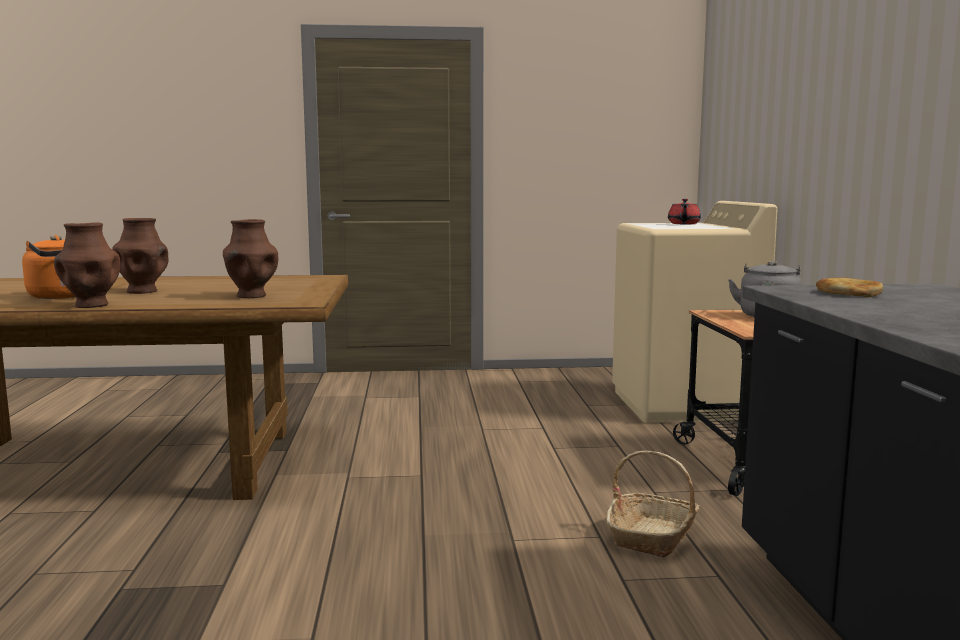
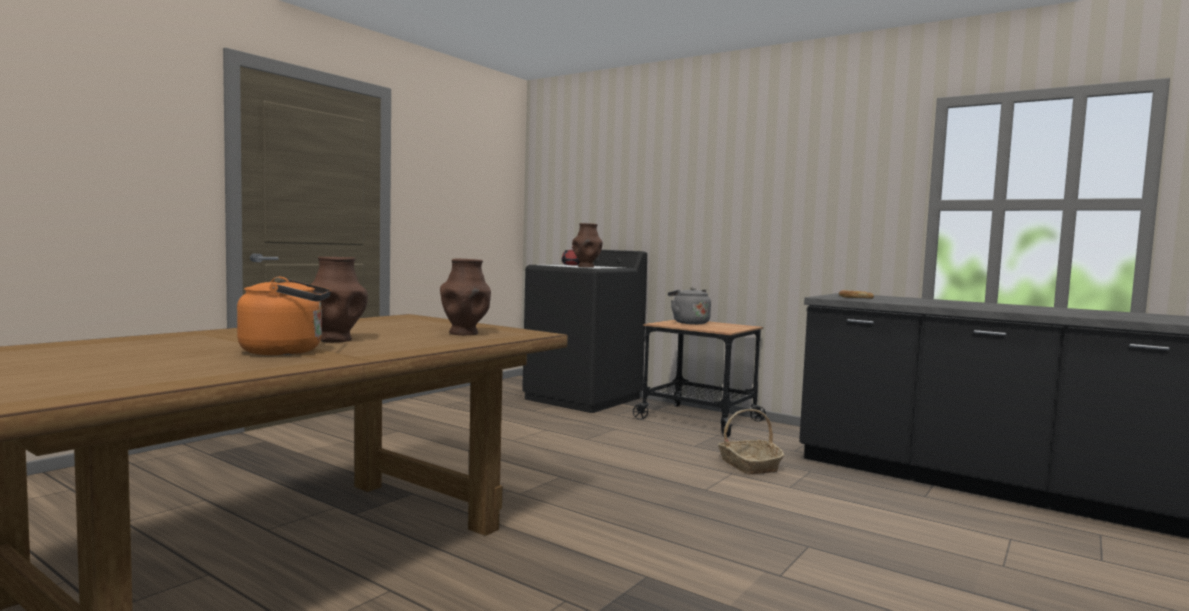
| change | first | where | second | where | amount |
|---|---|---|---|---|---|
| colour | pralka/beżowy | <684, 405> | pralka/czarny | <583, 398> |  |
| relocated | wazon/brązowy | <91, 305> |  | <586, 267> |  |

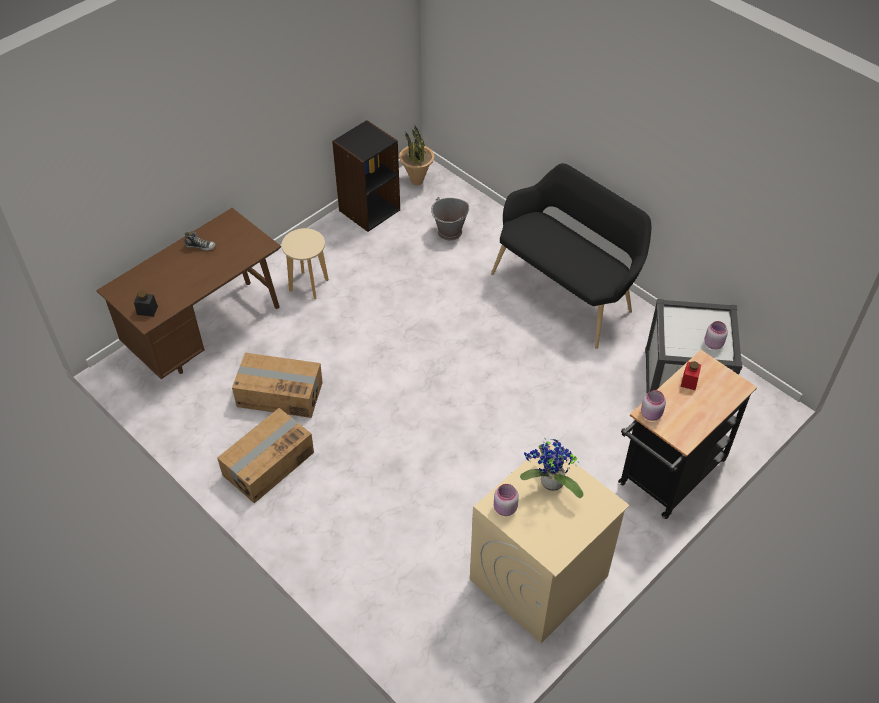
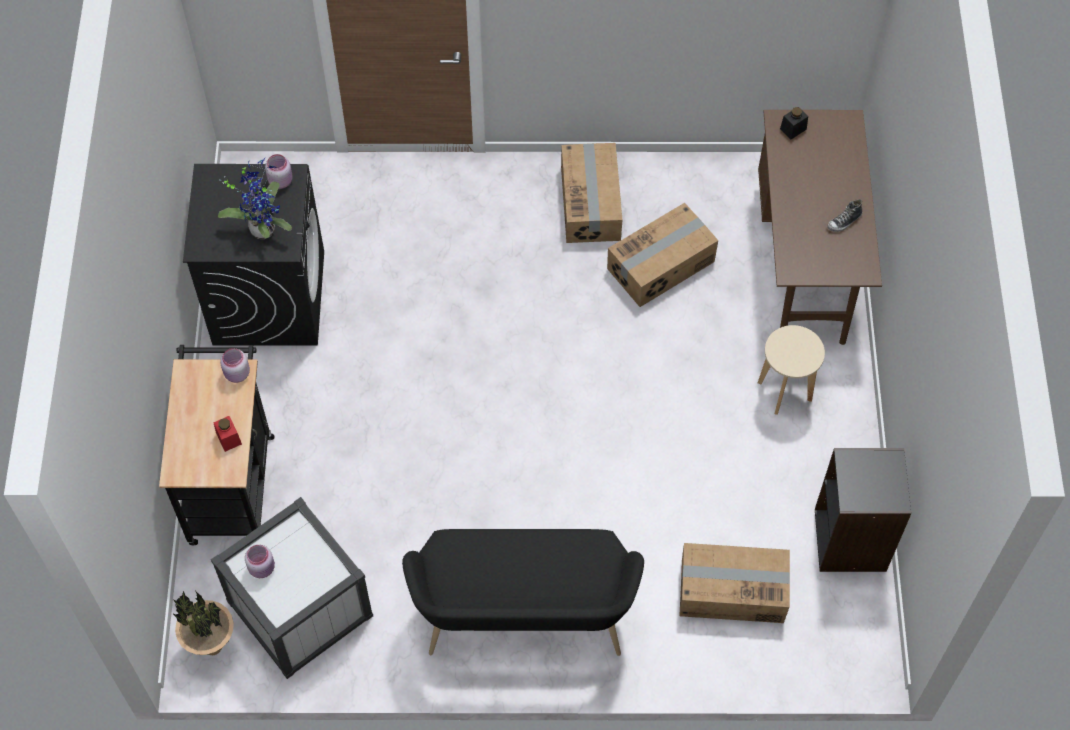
| change | first | where | second | where | amount |
|---|---|---|---|---|---|
| relocated | roślina doniczkowa | <417, 181> |  | <212, 646> |  |
| exchanged | wiadro/szary | <450, 232> | karton | <731, 590> |  |
| colour | pralka/beżowy | <538, 579> | pralka/czarny | <268, 297> |  |

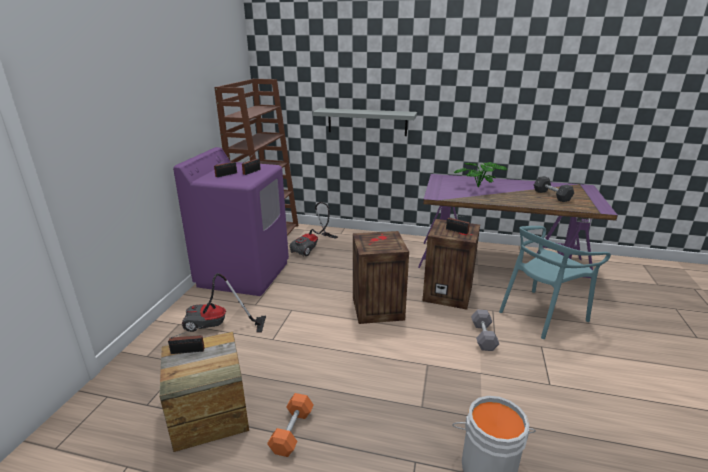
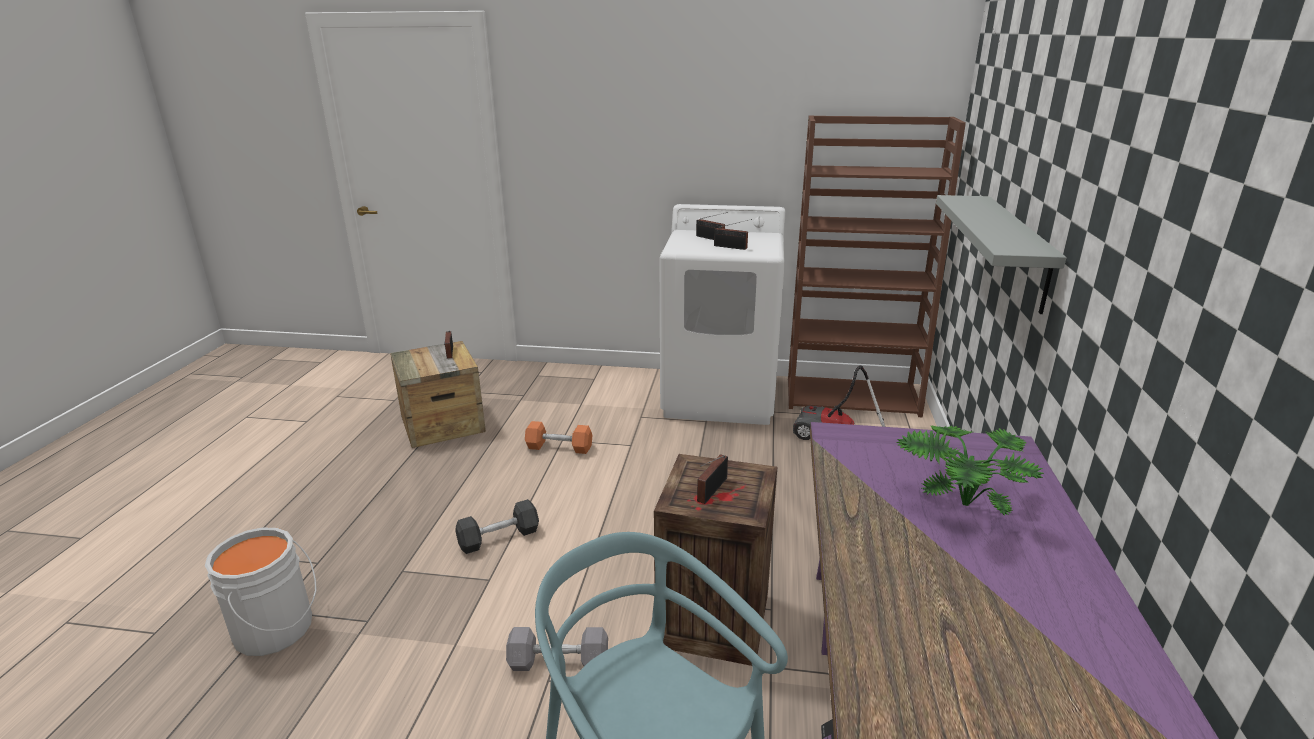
| change | first | where | second | where | amount |
|---|---|---|---|---|---|
| colour | pralka/fioletowy | <244, 274> | pralka/biały | <720, 396> |  |
| relocated | hantel/szary | <551, 195> |  | <499, 538> |  |
| missing | skrzynka | <376, 308> |  |  |  |
| missing | odkurzacz | <217, 326> |  |  |  |
| relocated | hantel/pomarańczowy | <292, 431> |  | <559, 447> |  |

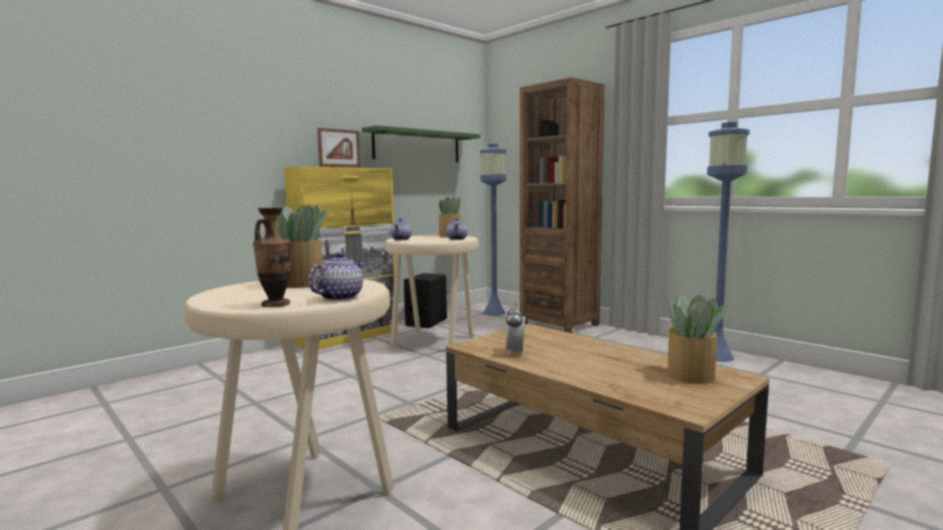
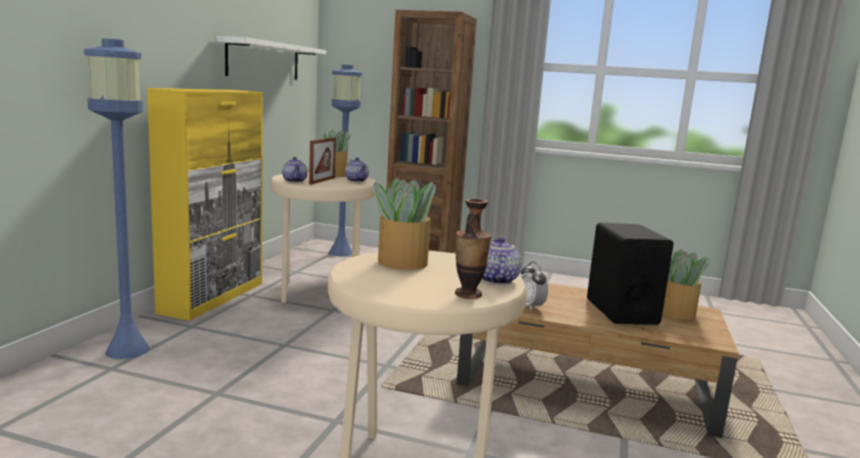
| change | first | where | second | where | amount |
|---|---|---|---|---|---|
| relocated | lampa stojąca/niebieski | <717, 357> |  | <128, 350> |  |
| colour | półka/zielony | <417, 146> | półka/biały | <264, 60> |  |
| relocated | ramka na zdjęcie | <340, 167> |  | <322, 181> |  |
| relocated | głośnik/czarny | <426, 322> |  | <621, 311> |  |

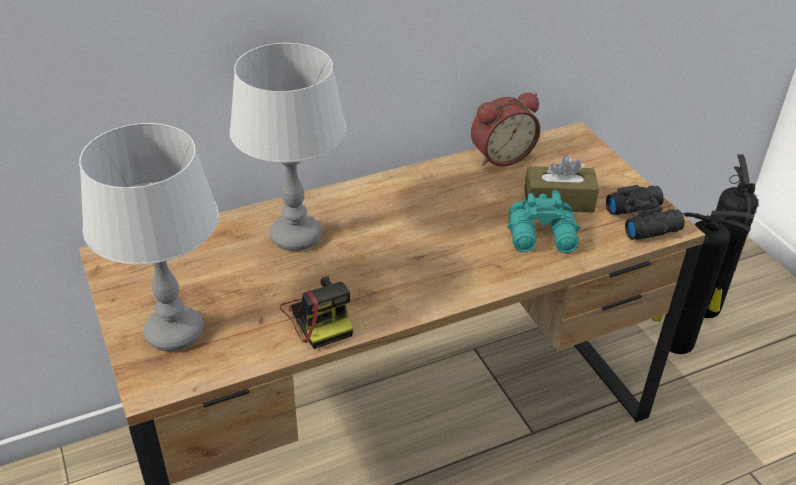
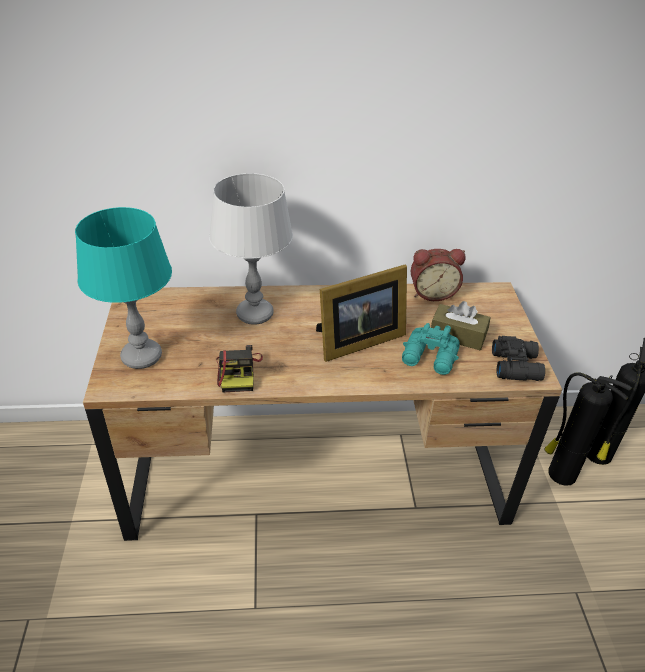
| change | first | where | second | where | amount |
|---|---|---|---|---|---|
| colour | lampa stołowa/szary | <175, 332> | lampa stołowa/turkusowy | <142, 357> |  |
| appeared |  |  | ramka na zdjęcie | <356, 341> |  |

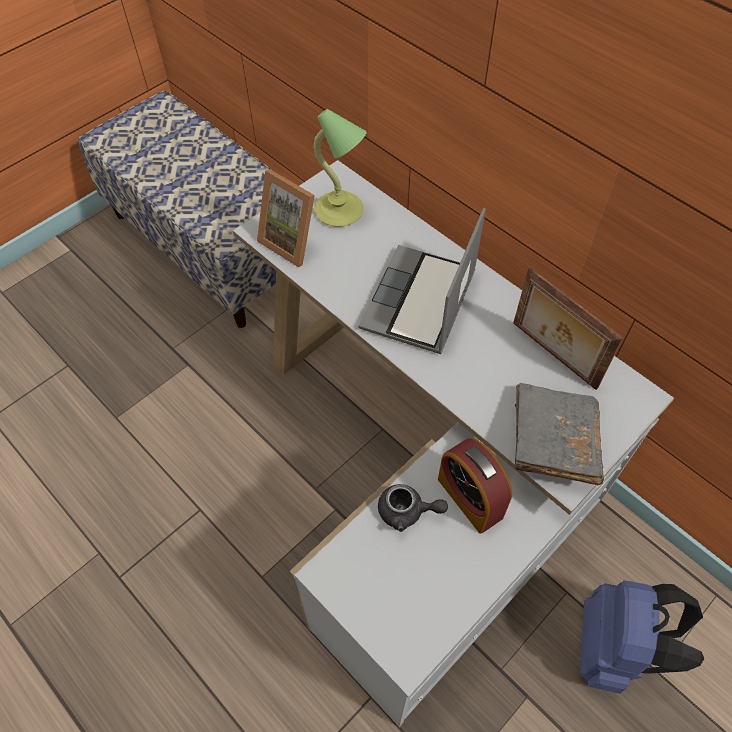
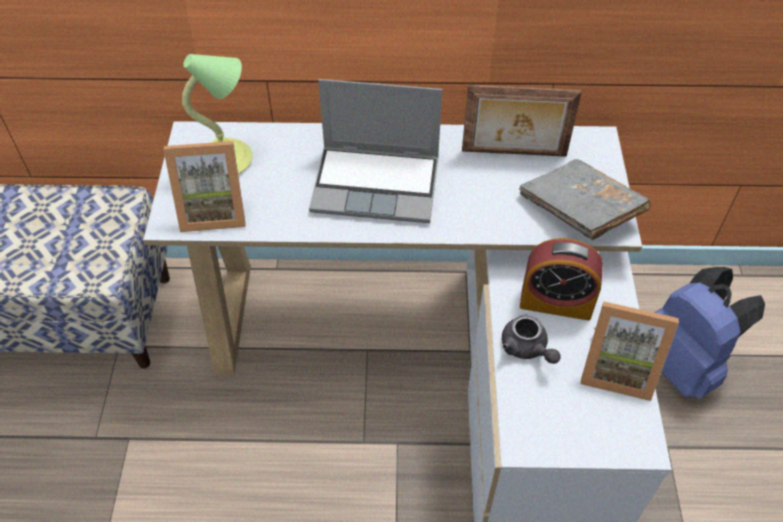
| change | first | where | second | where | amount |
|---|---|---|---|---|---|
| spun | laptop | <420, 302> |  | <377, 184> | 60 degrees counterclockwise |
| spun | imbryk/szary | <407, 512> |  | <527, 348> | 90 degrees clockwise |
| appeared |  |  | ramka na zdjęcie | <617, 368> |  |

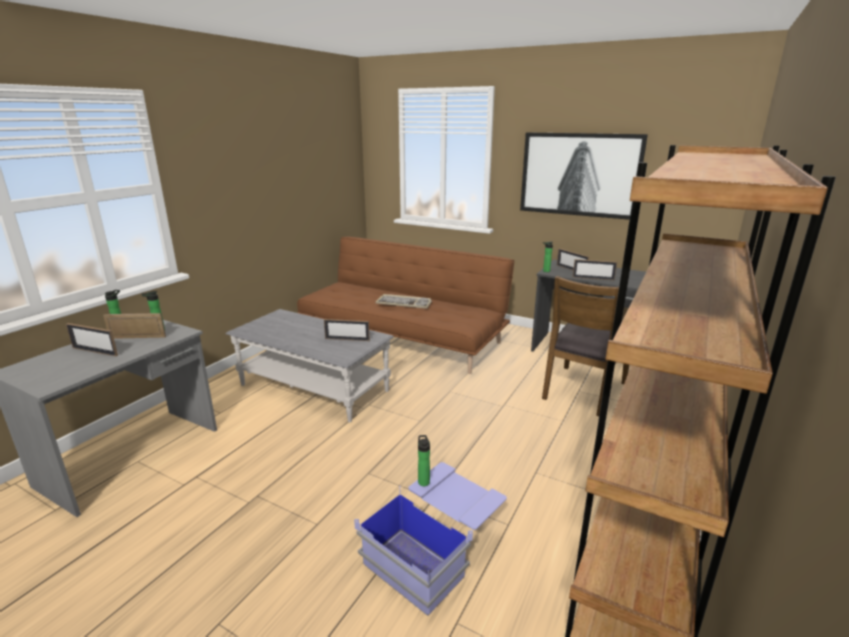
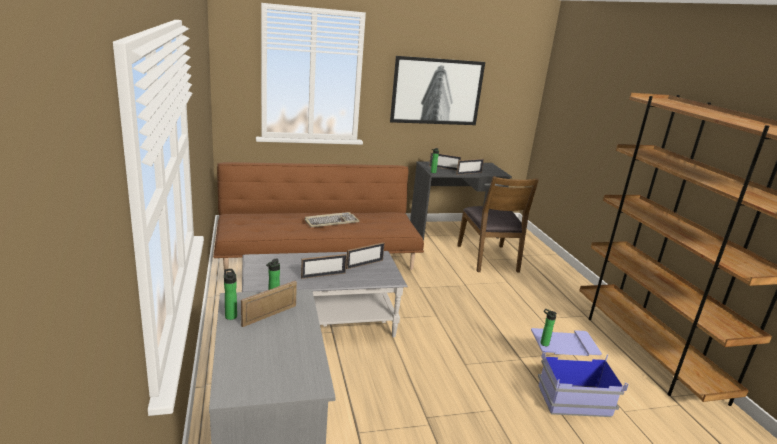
| change | first | where | second | where | amount |
|---|---|---|---|---|---|
| relocated | ramka na zdjęcie | <95, 351> |  | <323, 275> |  |

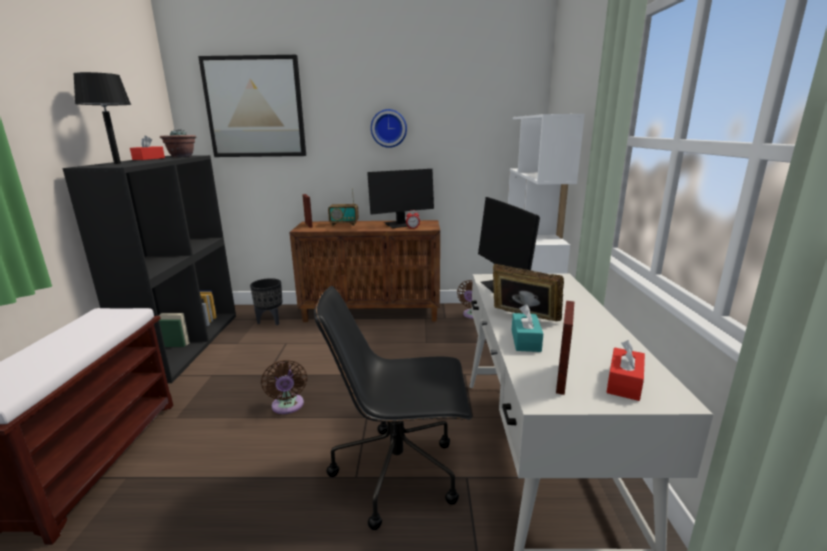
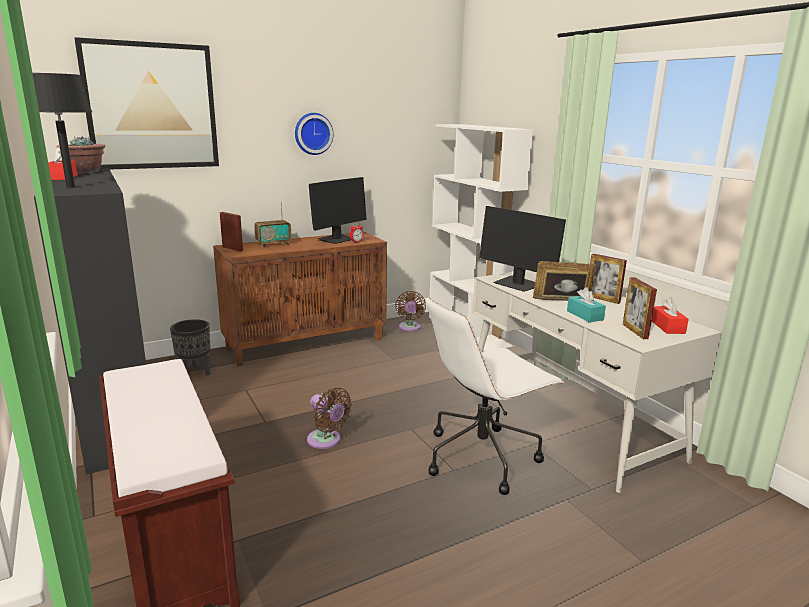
| change | first | where | second | where | amount |
|---|---|---|---|---|---|
| colour | krzesło biurowe/czarny | <399, 472> | krzesło biurowe/biały | <482, 456> |  |
| appeared |  |  | ramka na zdjęcie | <602, 299> |  |

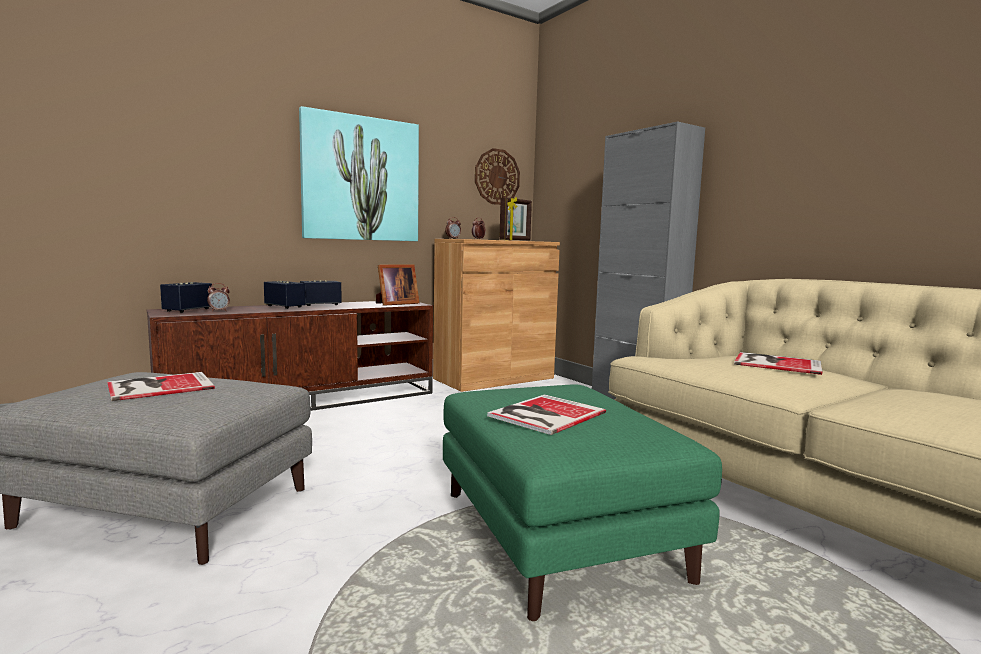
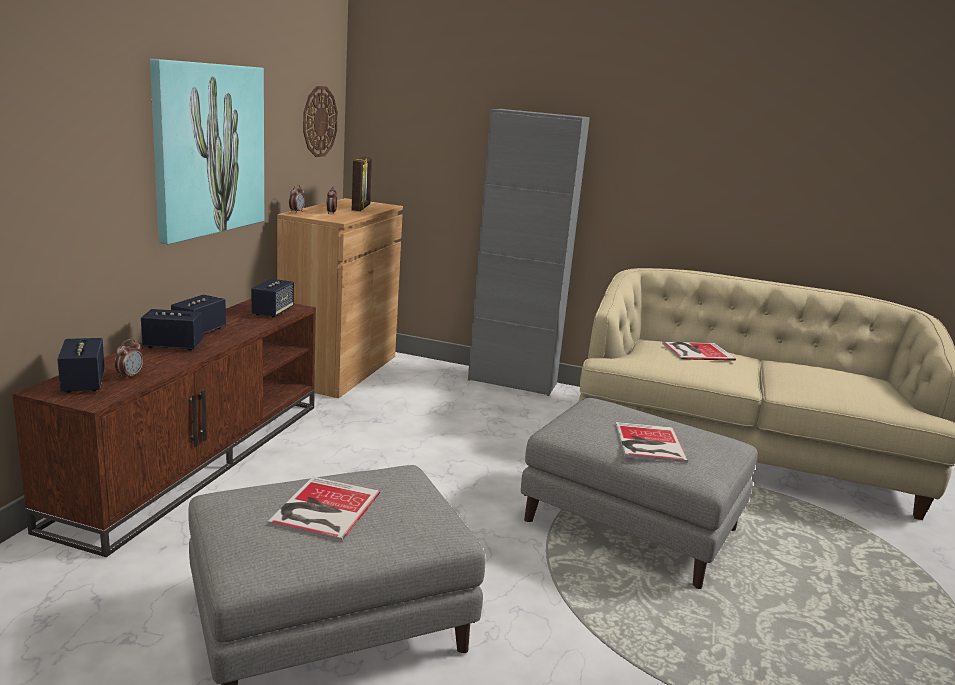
| change | first | where | second | where | amount |
|---|---|---|---|---|---|
| exchanged | ramka na zdjęcie | <395, 304> | głośnik | <273, 312> |  |
| colour | pufa/zielony | <560, 536> | pufa/szary | <633, 526> |  |

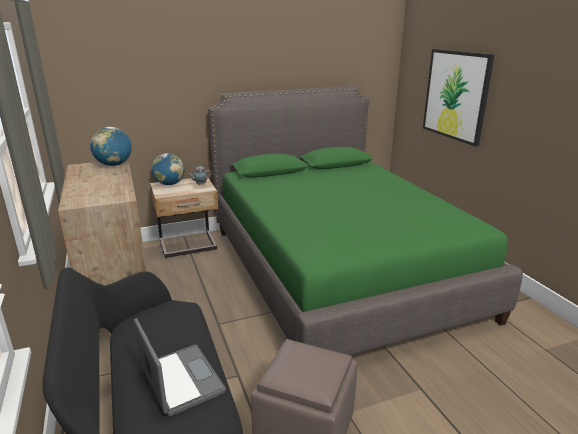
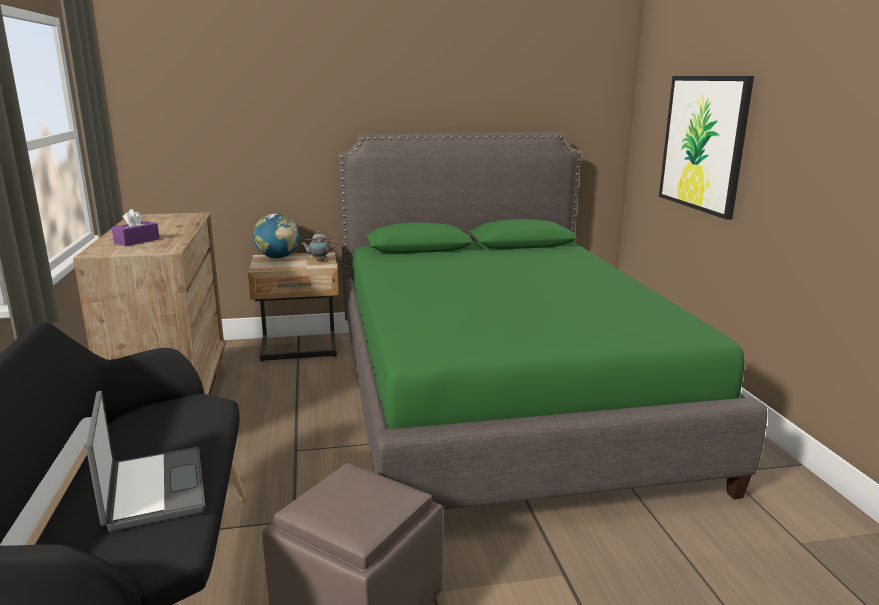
| change | first | where | second | where | amount |
|---|---|---|---|---|---|
| missing | globus | <114, 165> |  |  |  |
| appeared |  |  | pudełko chusteczek/fioletowy | <137, 241> |  |

